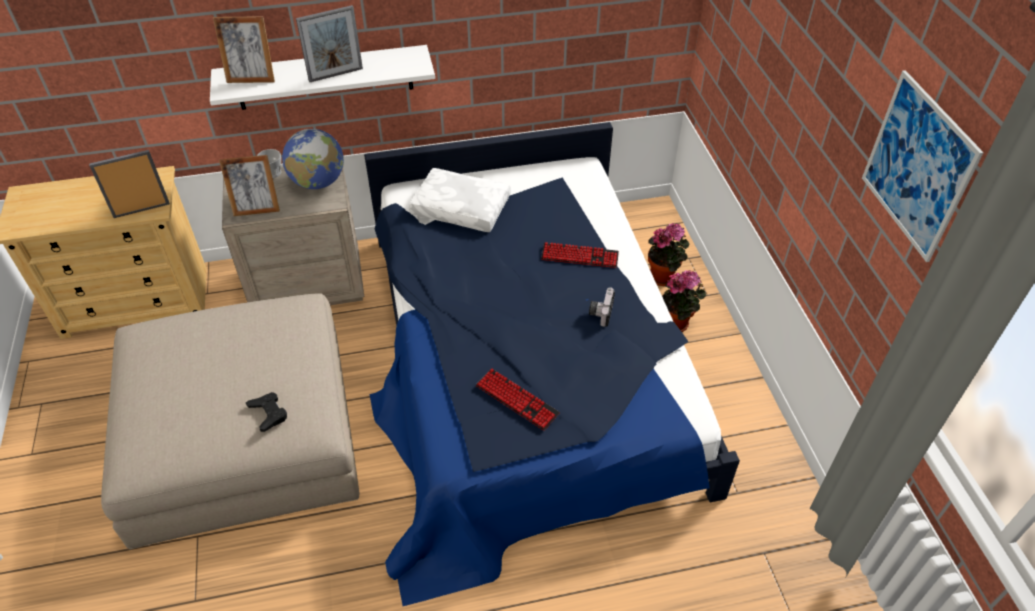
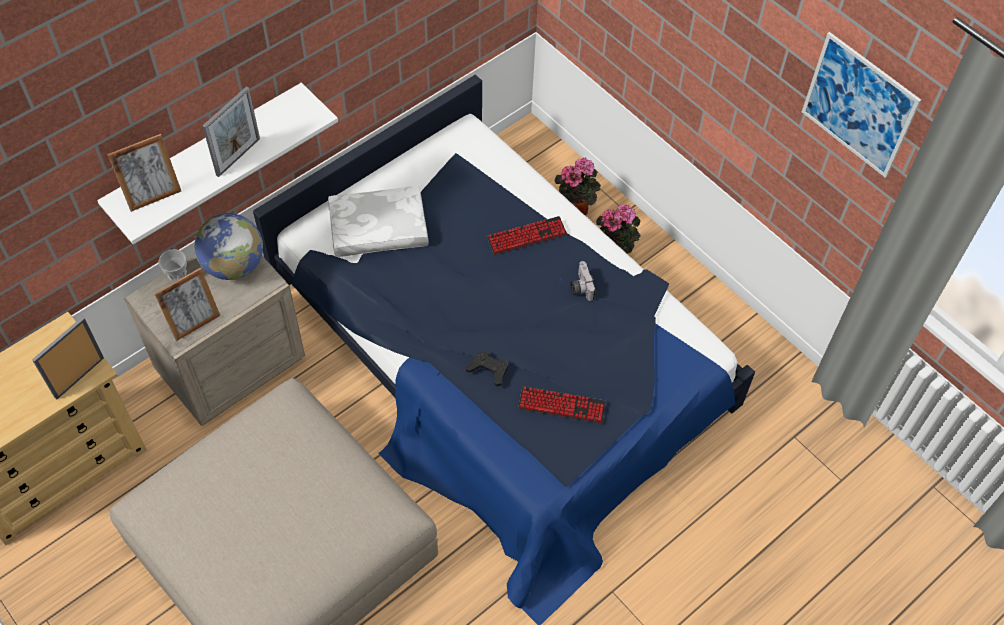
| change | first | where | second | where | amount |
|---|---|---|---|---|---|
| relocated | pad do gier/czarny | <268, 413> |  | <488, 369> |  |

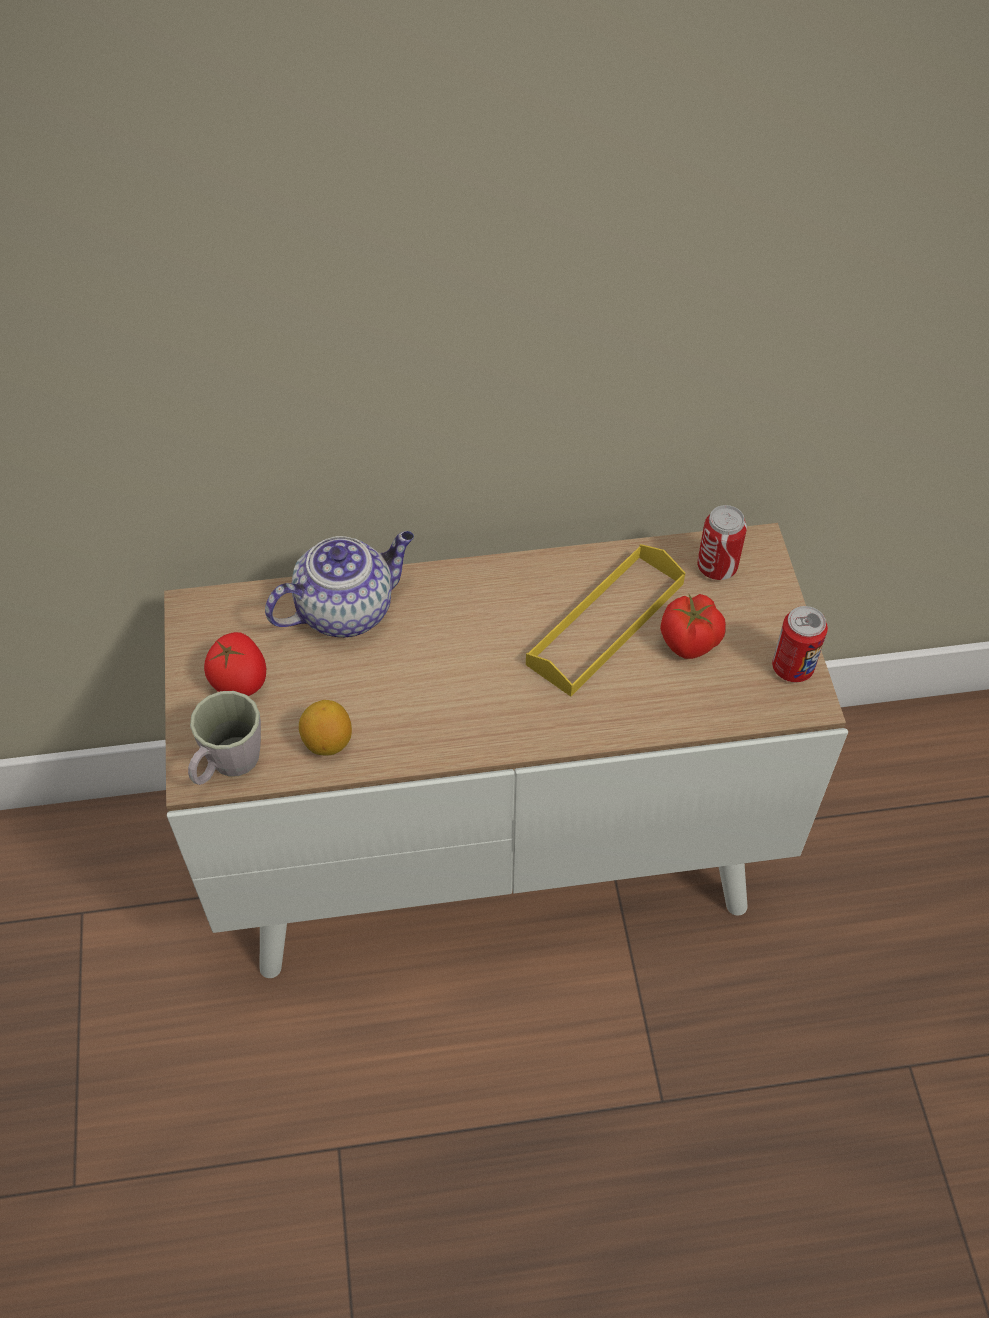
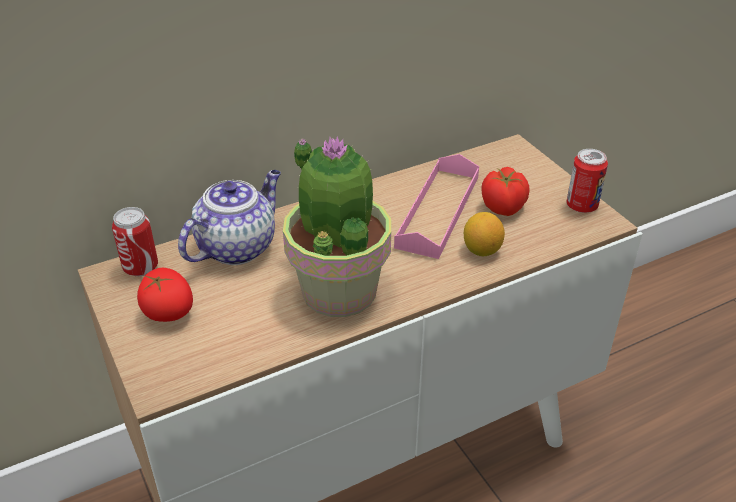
| change | first | where | second | where | amount |
|---|---|---|---|---|---|
| relocated | puszka | <716, 567> |  | <141, 268> |  |
| colour | taca/żółty | <606, 623> | taca/różowy | <438, 211> |  |
| missing | kubek/szary | <227, 765> |  |  |  |
| relocated | cytryna | <327, 742> |  | <481, 250> |  |
| appeared |  |  | roślina doniczkowa | <339, 290> |  |

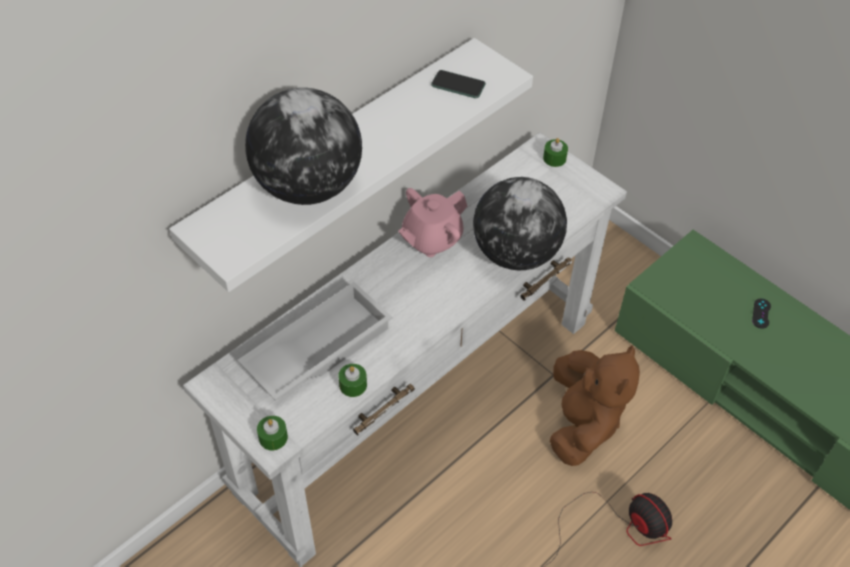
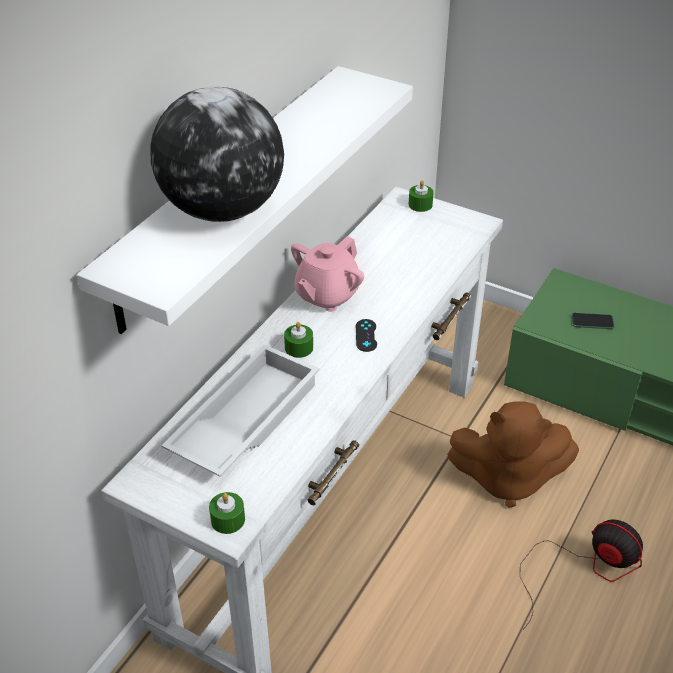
| change | first | where | second | where | amount |
|---|---|---|---|---|---|
| relocated | telefon | <458, 85> |  | <592, 322> |  |
| missing | globus | <516, 253> |  |  |  |
| relocated | pad do gier/czarny | <761, 313> |  | <366, 335> |  |
| spun | pluszak/brązowy | <582, 424> |  | <507, 478> | 105 degrees clockwise |
| relocated | świeca/zielony | <353, 385> |  | <299, 348> |  |

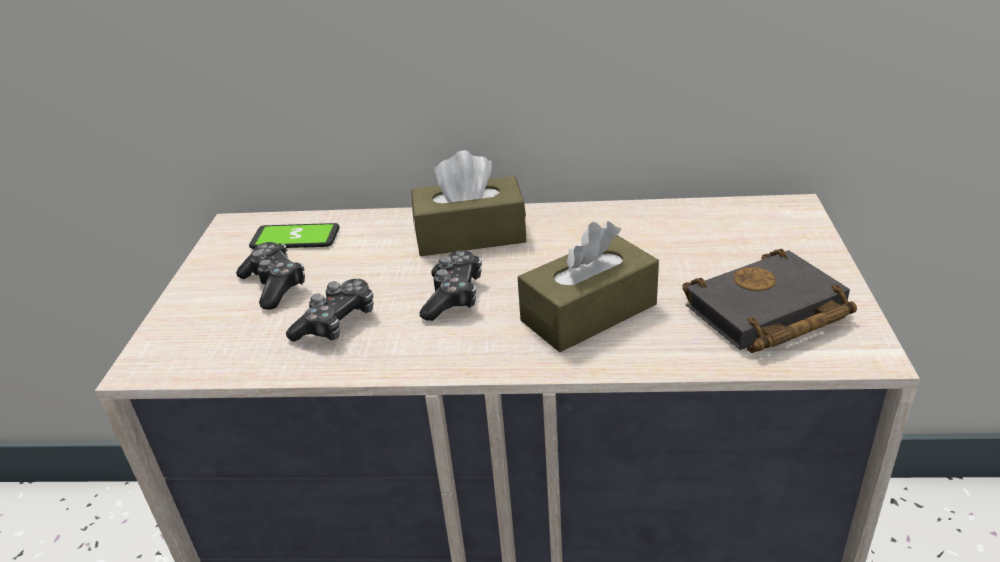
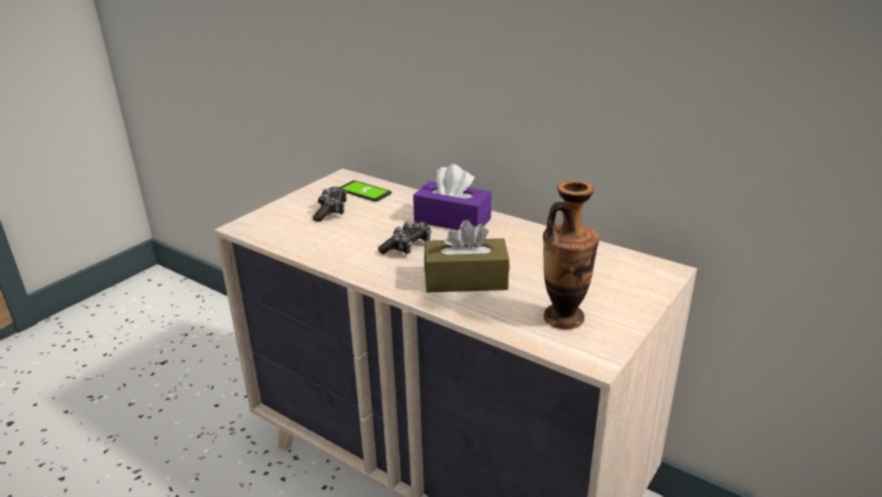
| change | first | where | second | where | amount |
|---|---|---|---|---|---|
| colour | pudełko chusteczek/brązowy | <470, 235> | pudełko chusteczek/fioletowy | <452, 220> |  |
| exchanged | książka/czarny | <766, 314> | wazon | <564, 318> |  |
| missing | pad do gier | <337, 323> |  |  |  |

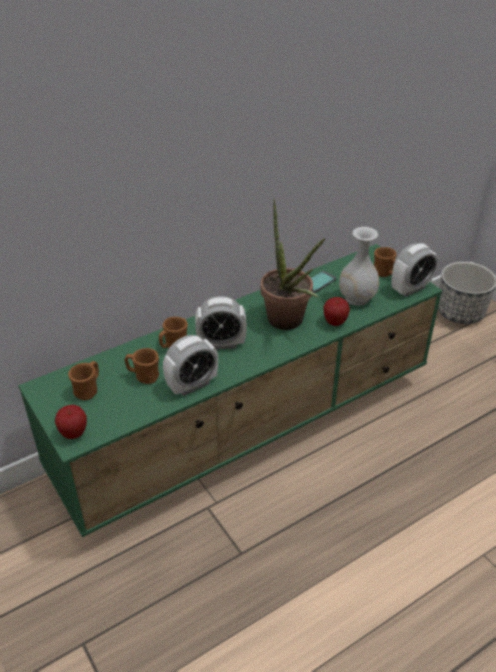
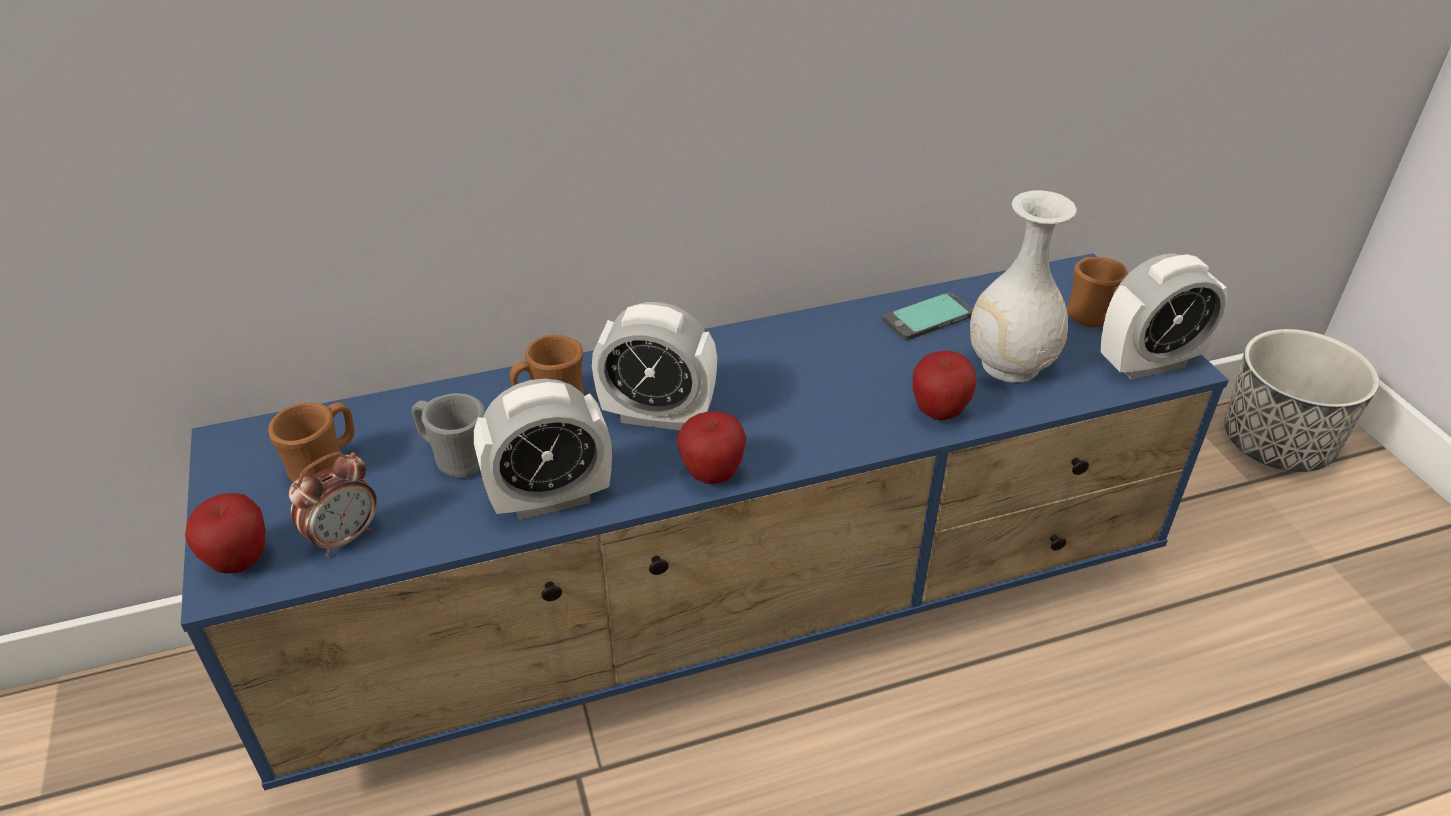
| change | first | where | second | where | amount |
|---|---|---|---|---|---|
| missing | roślina doniczkowa | <288, 323> |  |  |  |
| colour | szafka pod telewizor/zielony | <249, 429> | szafka pod telewizor/niebieski | <730, 615> |  |
| colour | kubek/brązowy | <143, 376> | kubek/szary | <455, 458> |  |
| appeared |  |  | jabłko | <712, 475> |  |
| appeared |  |  | budzik | <345, 537> |  |

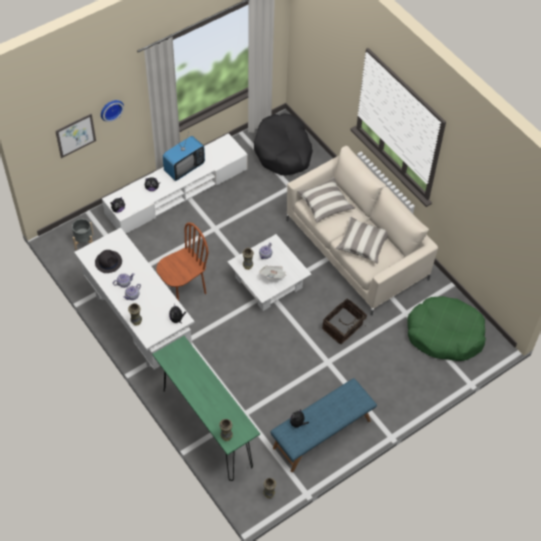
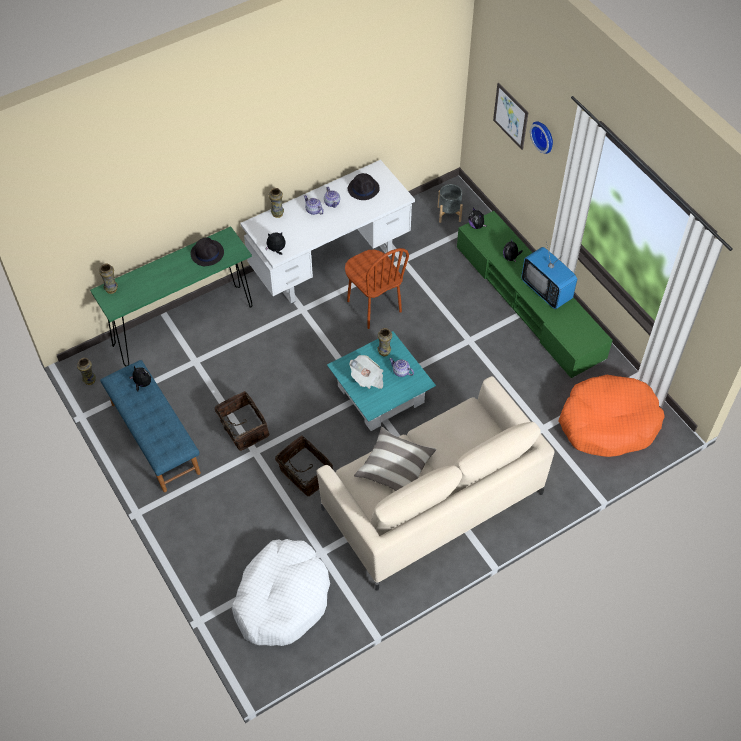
| change | first | where | second | where | amount |
|---|---|---|---|---|---|
| colour | legowisko/czarny | <283, 151> | legowisko/pomarańczowy | <608, 423> |  |
| colour | szafka pod telewizor/biały | <177, 191> | szafka pod telewizor/zielony | <529, 302> |  |
| missing | poduszka | <325, 204> |  |  |  |
| colour | ława/biały | <268, 283> | ława/turkusowy | <380, 394> |  |
| colour | legowisko/zielony | <444, 334> | legowisko/biały | <282, 598> |  |
| appeared |  |  | kapelusz/czarny | <207, 253> |  |
| appeared |  |  | koszyk | <242, 429> |  |

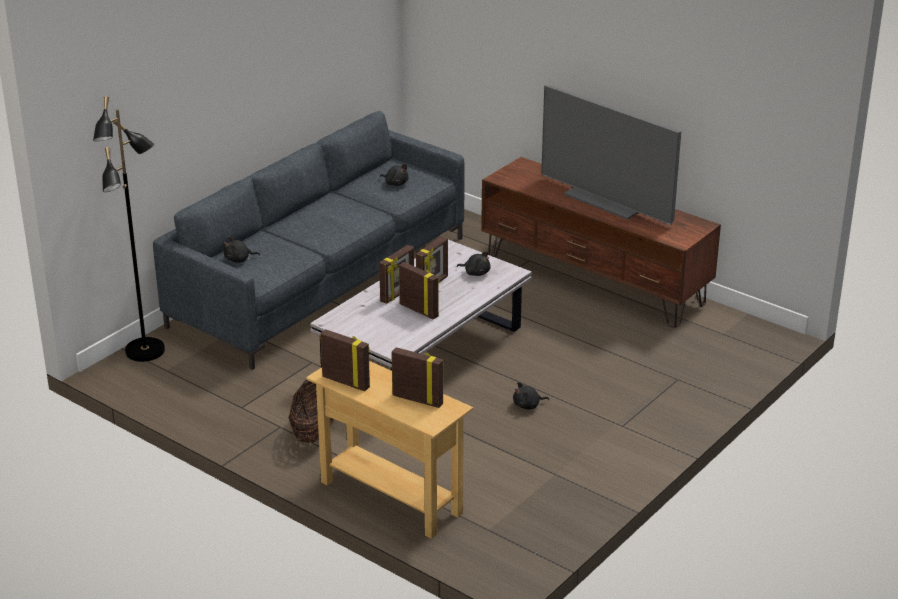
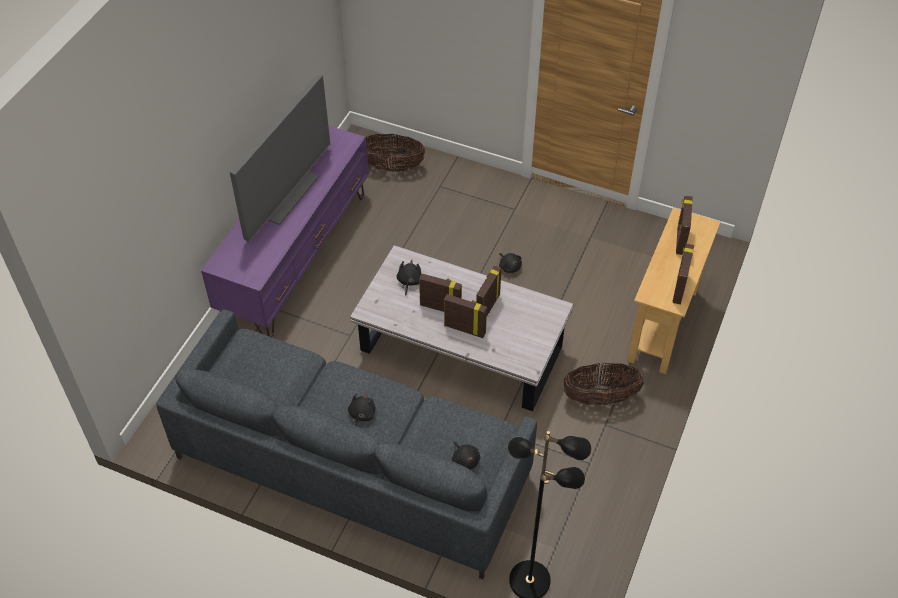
| change | first | where | second | where | amount |
|---|---|---|---|---|---|
| colour | szafka pod telewizor/brązowy | <594, 279> | szafka pod telewizor/fioletowy | <296, 255> |  |
| relocated | pluszak/czarny | <395, 183> |  | <361, 415> |  |
| appeared |  |  | koszyk | <392, 166> |  |

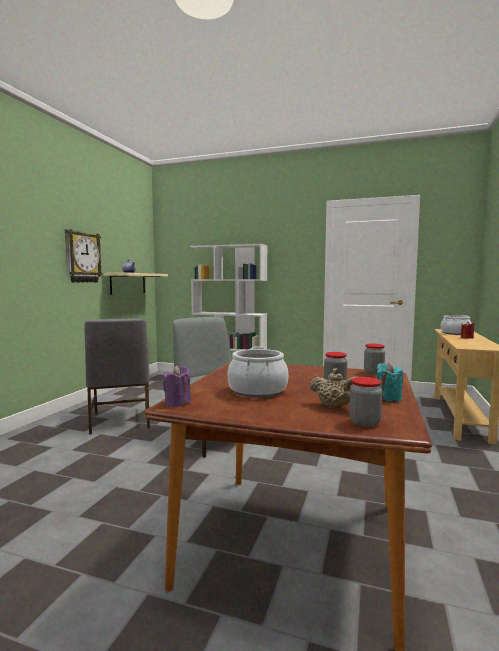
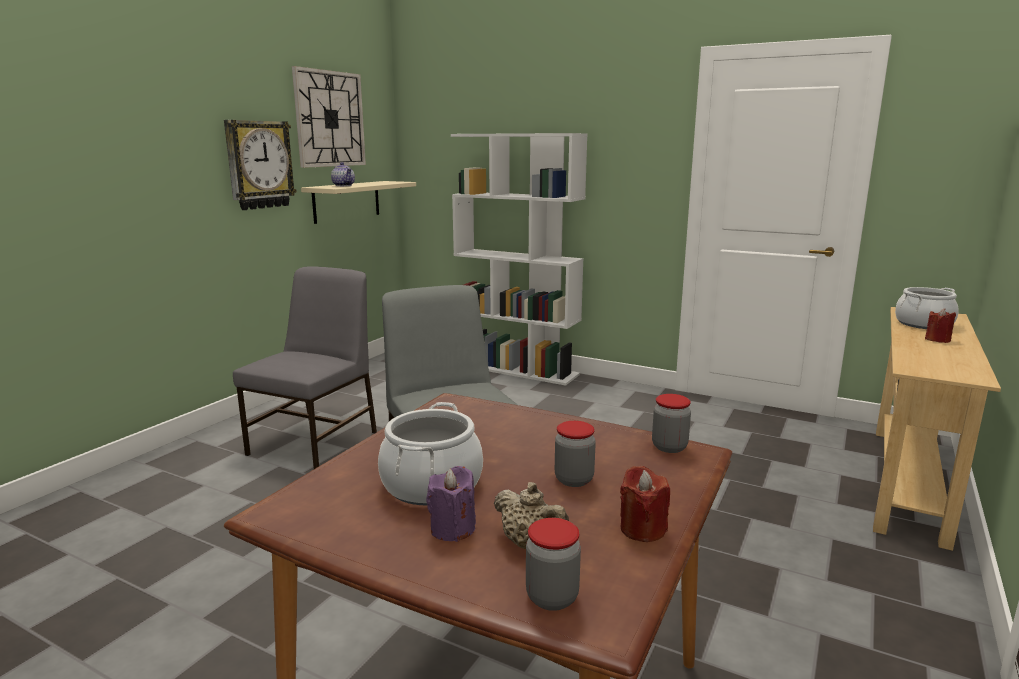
| change | first | where | second | where | amount |
|---|---|---|---|---|---|
| spun | krzesło/szary | <120, 421> |  | <316, 442> | 150 degrees counterclockwise |
| colour | świeca/turkusowy | <388, 398> | świeca/czerwony | <642, 529> |  |
| relocated | świeca/fioletowy | <177, 403> |  | <452, 529> |  |
| appeared |  |  | zegar ścienny | <330, 119> |  |

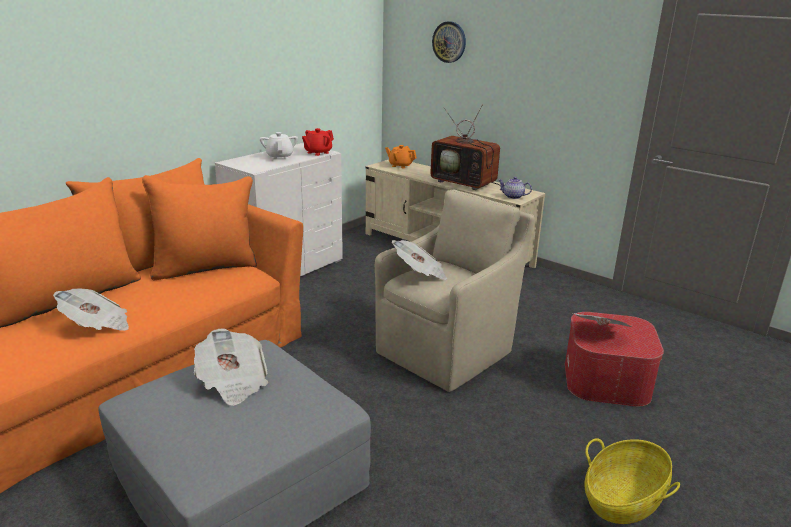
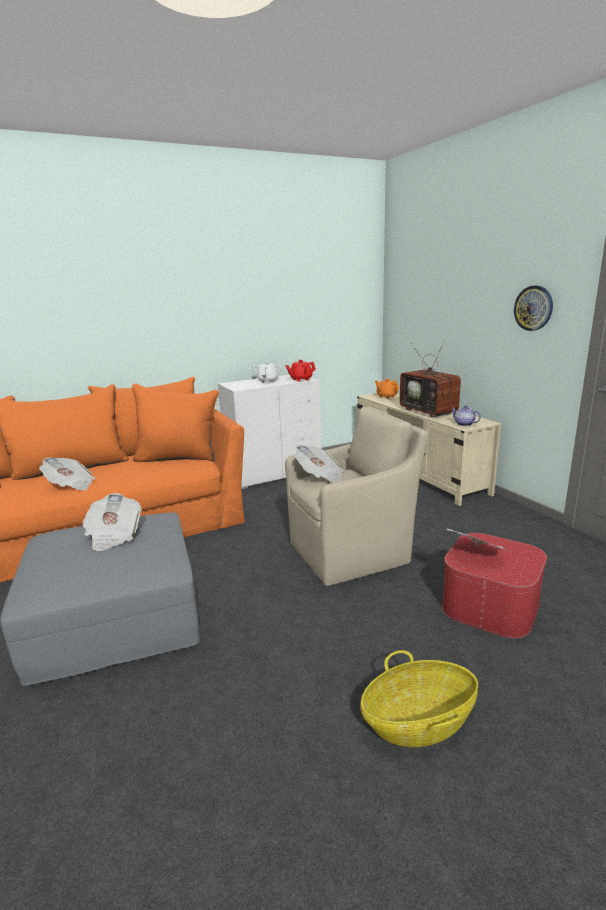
| change | first | where | second | where | amount |
|---|---|---|---|---|---|
| relocated | zegar ścienny | <449, 42> |  | <533, 308> |  |

